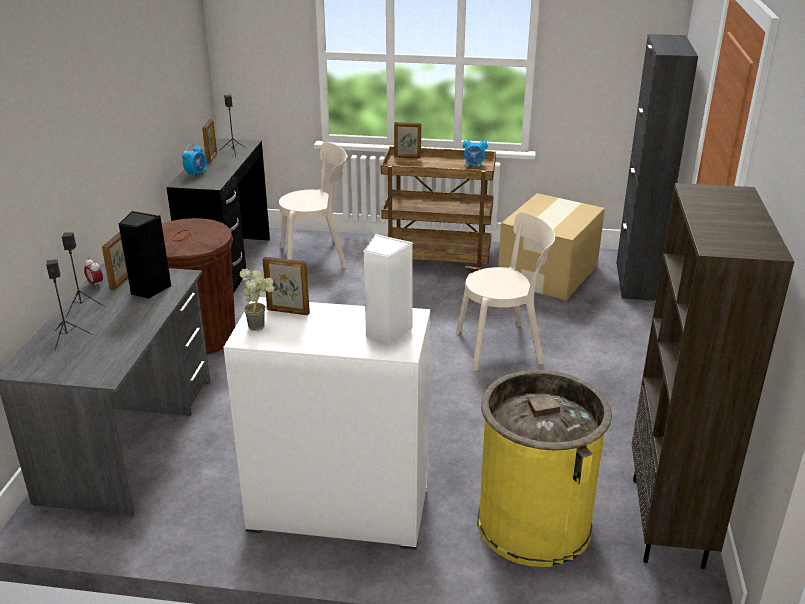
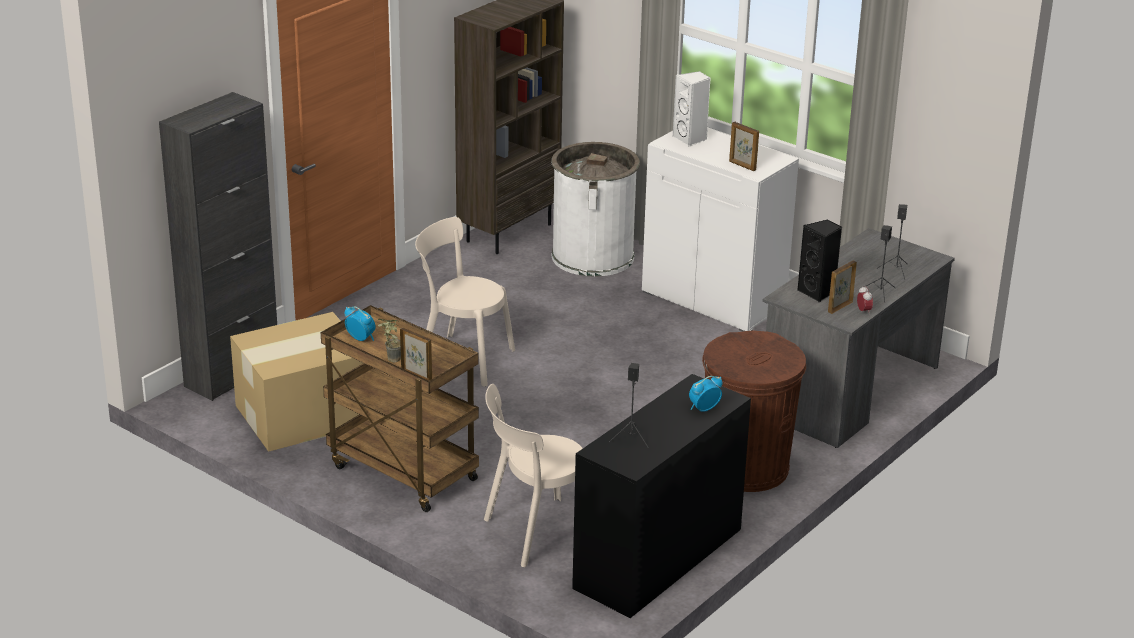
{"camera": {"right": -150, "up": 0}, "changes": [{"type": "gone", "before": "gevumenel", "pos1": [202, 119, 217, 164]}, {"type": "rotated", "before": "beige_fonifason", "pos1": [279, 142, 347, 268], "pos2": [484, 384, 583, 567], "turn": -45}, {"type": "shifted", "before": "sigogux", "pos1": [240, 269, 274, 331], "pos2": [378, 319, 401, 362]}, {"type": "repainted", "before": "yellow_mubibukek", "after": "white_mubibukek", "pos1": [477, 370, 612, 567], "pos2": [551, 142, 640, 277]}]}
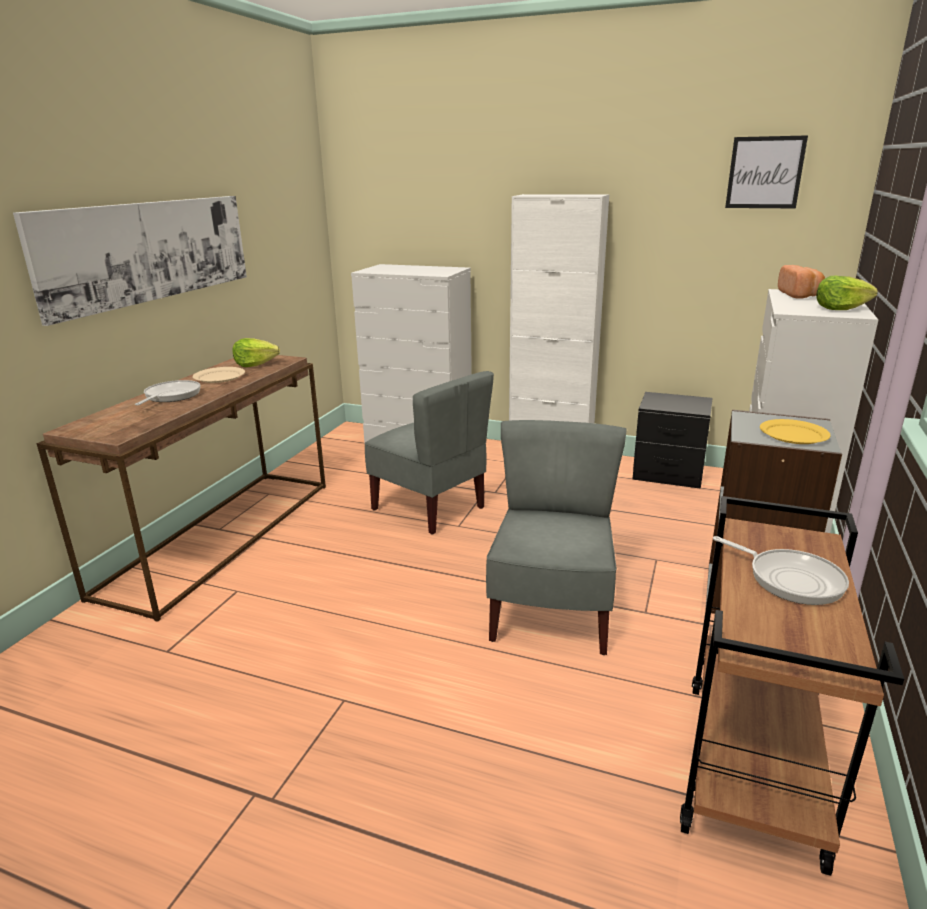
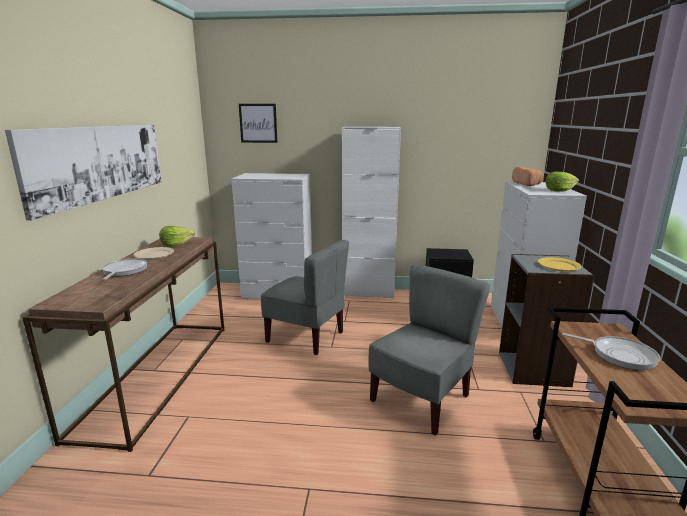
{"camera": {"right": -15, "up": -5}, "changes": [{"type": "shifted", "before": "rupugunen", "pos1": [725, 135, 808, 208], "pos2": [239, 104, 278, 143]}, {"type": "rotated", "before": "grey_fonifason", "pos1": [486, 420, 627, 655], "pos2": [368, 265, 491, 435], "turn": 45}]}
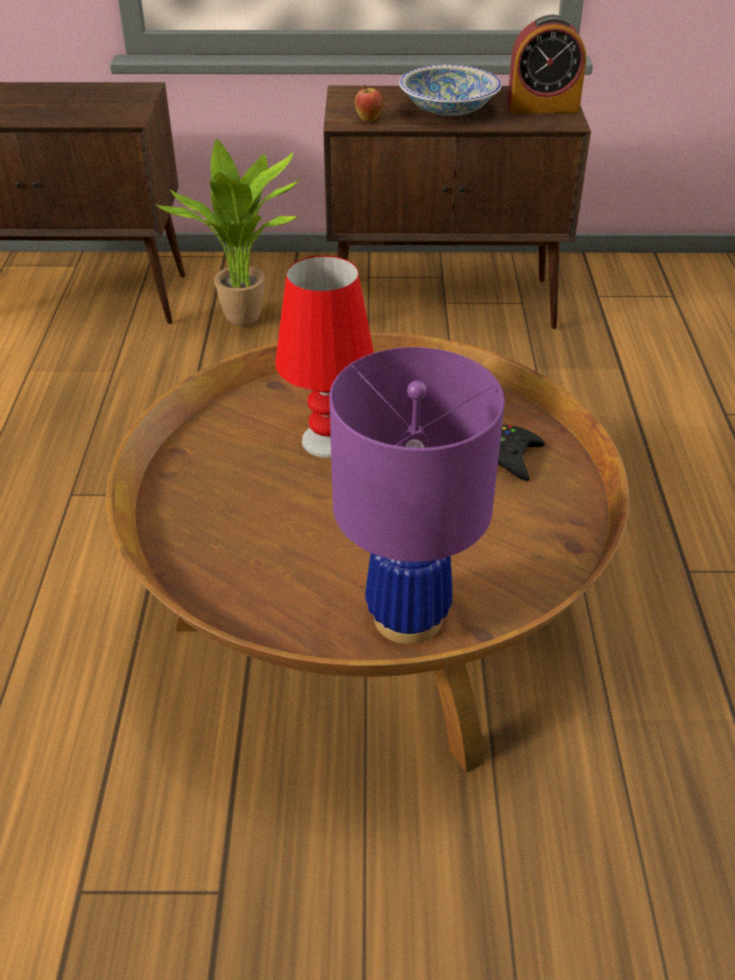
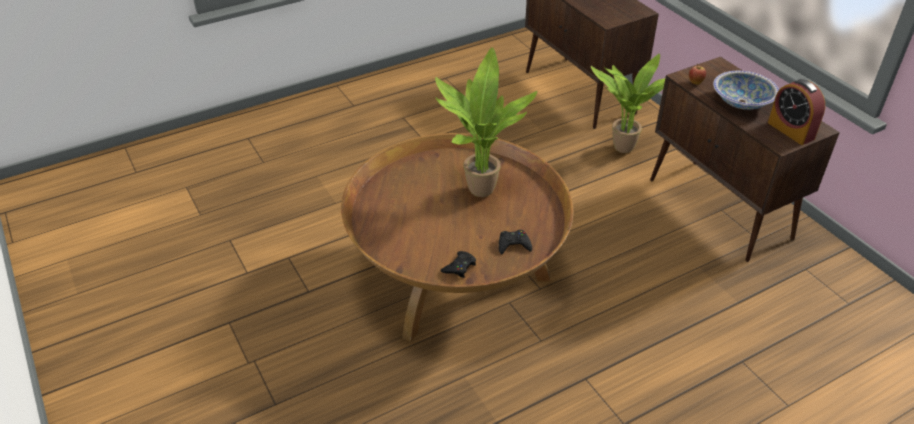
{"camera": {"right": 60, "up": 0}, "changes": [{"type": "swapped", "before": "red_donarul", "after": "sigogux", "pos1": [275, 255, 374, 458], "pos2": [435, 48, 538, 197]}, {"type": "gone", "before": "purple_donarul", "pos1": [329, 347, 505, 644]}, {"type": "new", "after": "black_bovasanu", "pos2": [440, 251, 476, 278]}]}
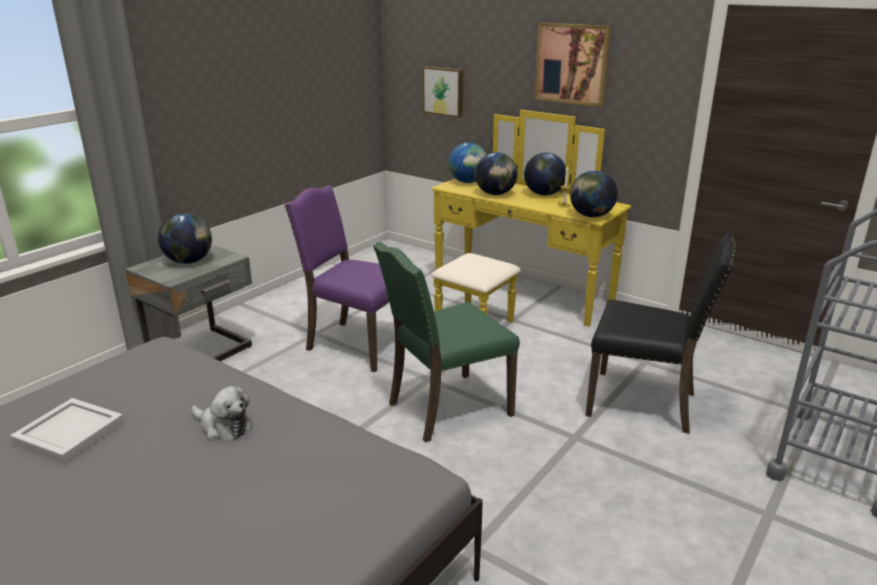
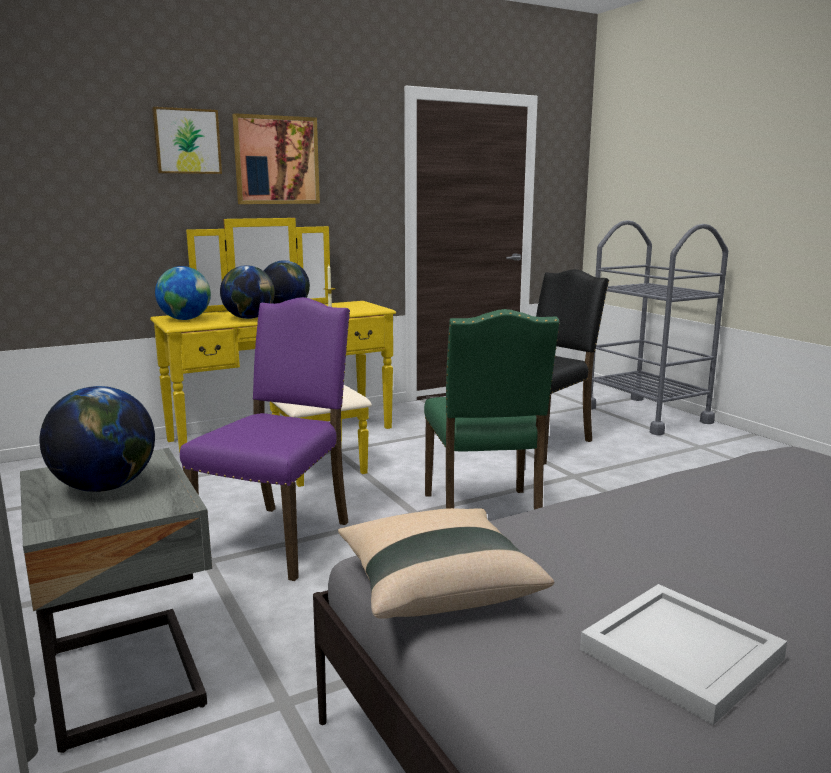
{"camera": {"right": -65, "up": -10}, "changes": [{"type": "shifted", "before": "rupugunen", "pos1": [423, 66, 463, 117], "pos2": [152, 107, 222, 174]}, {"type": "gone", "before": "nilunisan", "pos1": [570, 171, 618, 217]}, {"type": "rotated", "before": "purple_fonifason", "pos1": [285, 185, 389, 372], "pos2": [180, 297, 350, 581], "turn": 150}, {"type": "gone", "before": "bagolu", "pos1": [191, 386, 252, 441]}, {"type": "new", "after": "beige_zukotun", "pos2": [338, 508, 554, 619]}]}
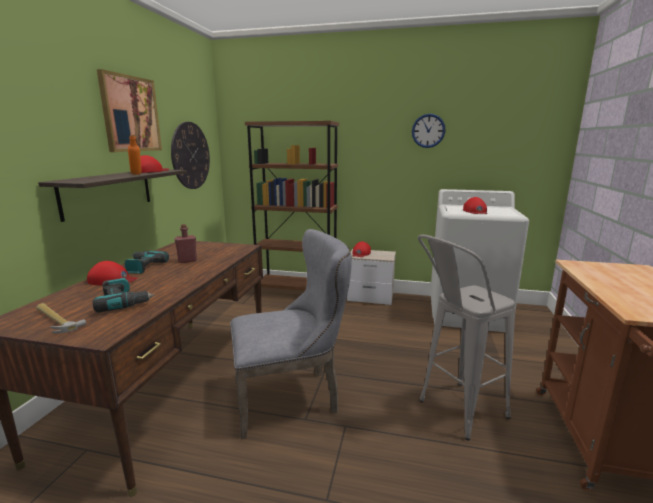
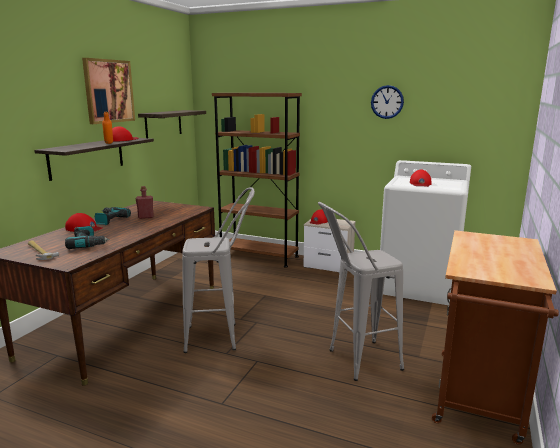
{"camera": {"right": 10, "up": 0}, "changes": [{"type": "swapped", "before": "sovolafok", "after": "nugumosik", "pos1": [171, 122, 210, 189], "pos2": [138, 110, 206, 138]}, {"type": "swapped", "before": "grey_fonifason", "after": "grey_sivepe", "pos1": [230, 229, 352, 439], "pos2": [182, 187, 255, 353]}]}
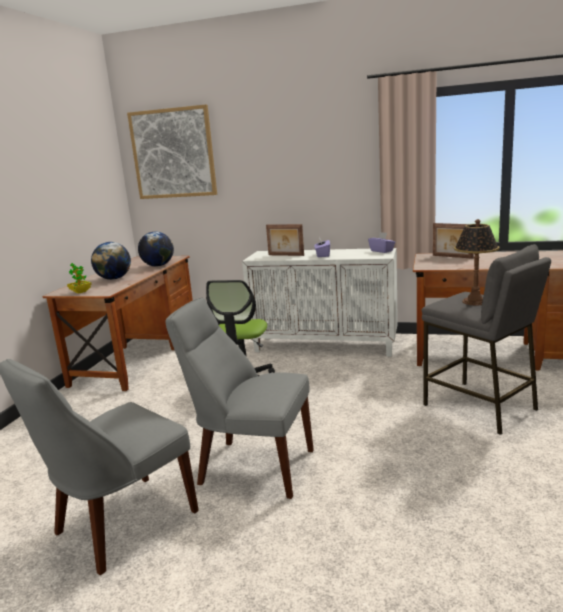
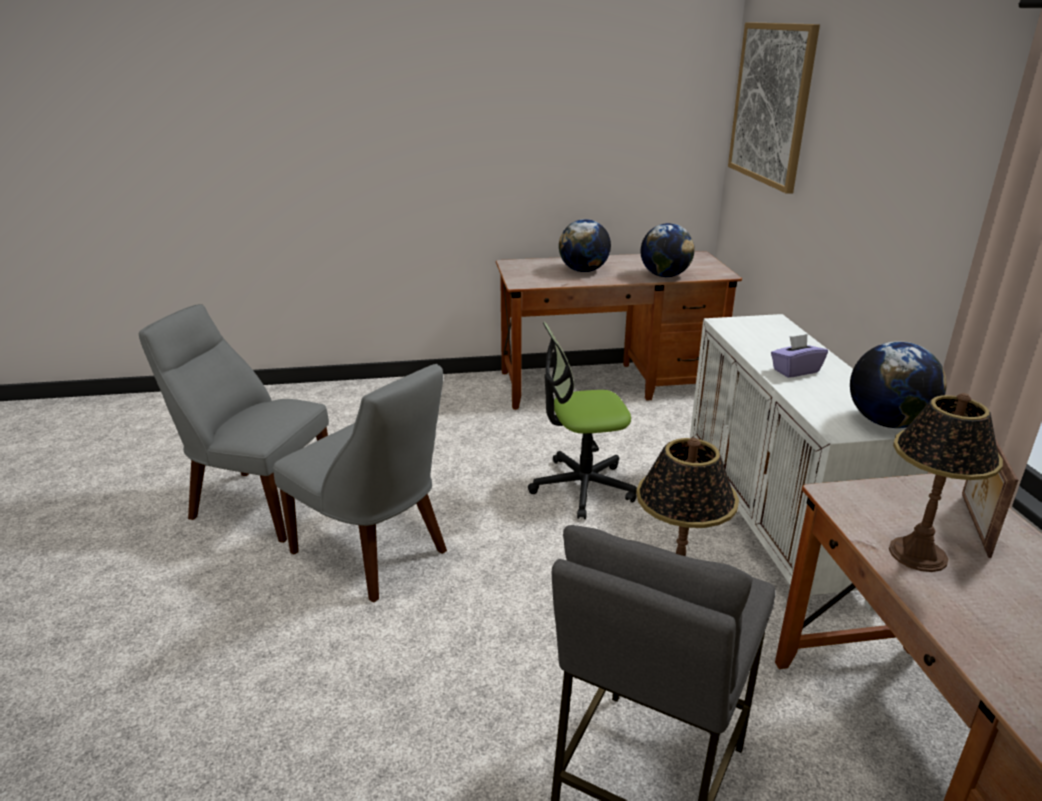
{"camera": {"right": 65, "up": 10}, "changes": [{"type": "gone", "before": "gevumenel", "pos1": [266, 224, 304, 256]}, {"type": "swapped", "before": "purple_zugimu", "after": "nilunisan", "pos1": [368, 232, 395, 253], "pos2": [850, 341, 946, 428]}, {"type": "gone", "before": "sigogux", "pos1": [67, 263, 92, 294]}, {"type": "rotated", "before": "grey_fonifason", "pos1": [165, 298, 314, 499], "pos2": [273, 364, 447, 602], "turn": 135}, {"type": "new", "after": "donarul", "pos2": [889, 393, 1003, 572]}]}
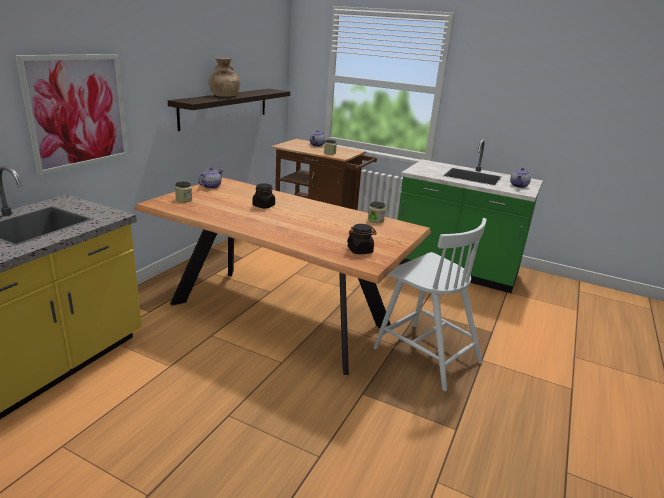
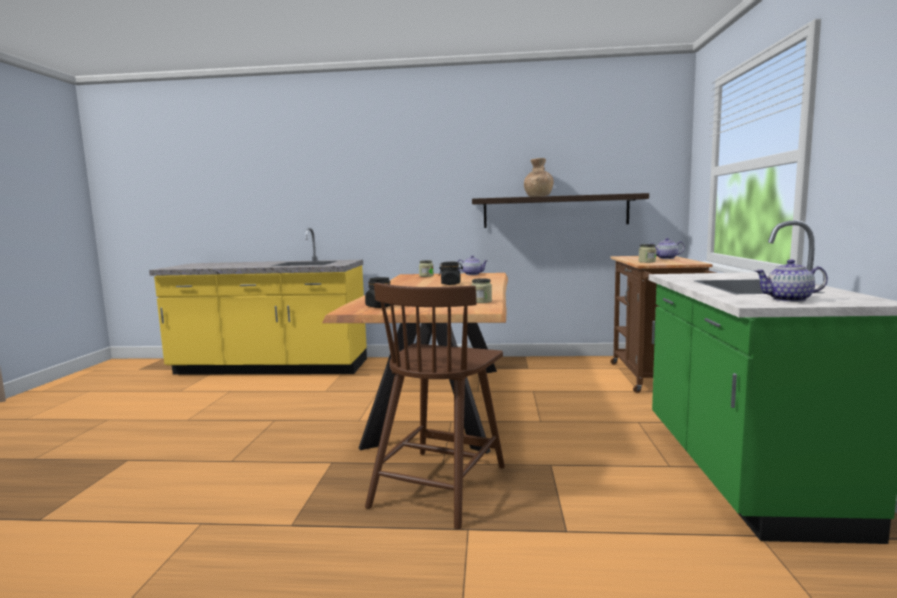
{"camera": {"right": 70, "up": -15}, "changes": [{"type": "gone", "before": "rupugunen", "pos1": [15, 54, 128, 176]}, {"type": "repainted", "before": "white_fonifason", "after": "brown_fonifason", "pos1": [373, 218, 486, 391], "pos2": [365, 283, 505, 529]}]}
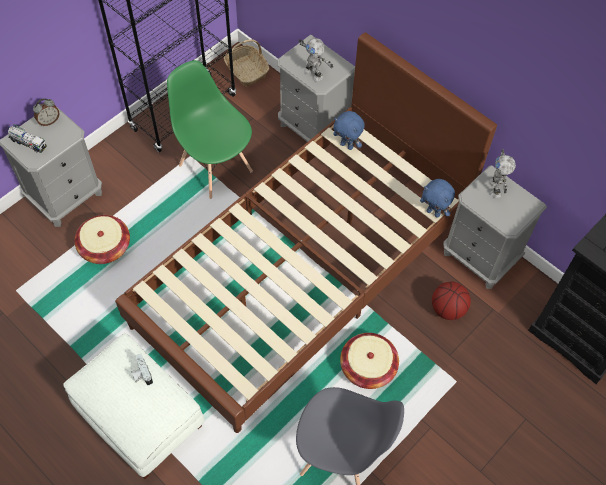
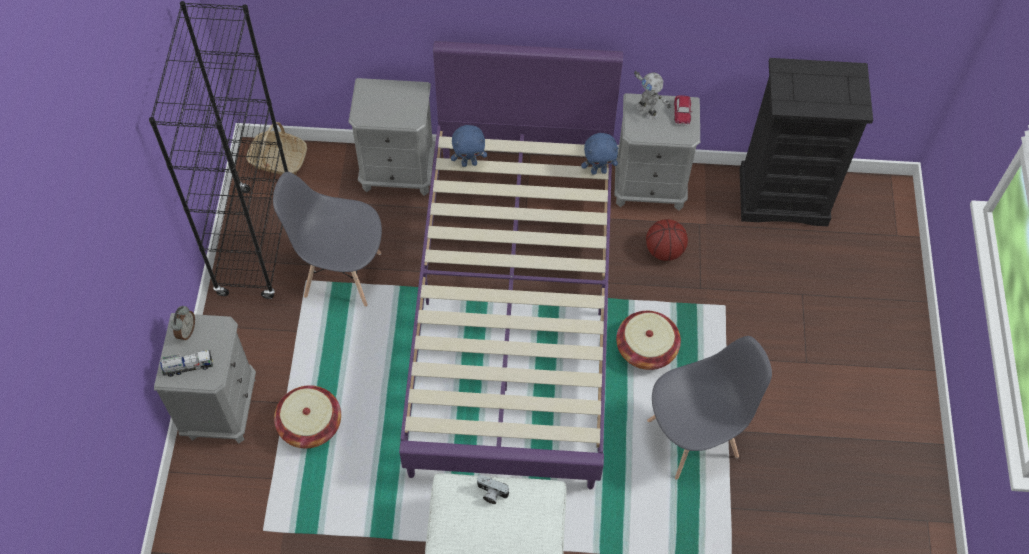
{"camera": {"right": -40, "up": 0}, "changes": [{"type": "repainted", "before": "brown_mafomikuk", "after": "purple_mafomikuk", "pos1": [115, 32, 497, 433], "pos2": [399, 41, 623, 490]}, {"type": "gone", "before": "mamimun", "pos1": [298, 38, 333, 81]}, {"type": "repainted", "before": "green_fonifason", "after": "grey_fonifason", "pos1": [167, 60, 253, 199], "pos2": [273, 172, 382, 307]}, {"type": "new", "after": "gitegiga", "pos2": [674, 95, 692, 125]}]}
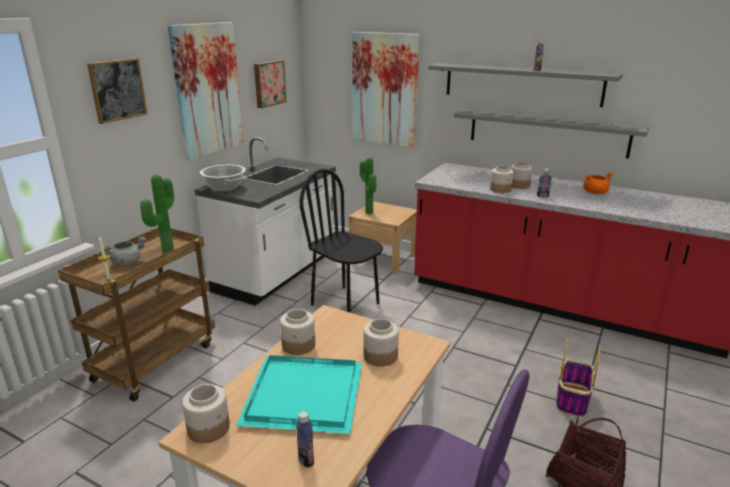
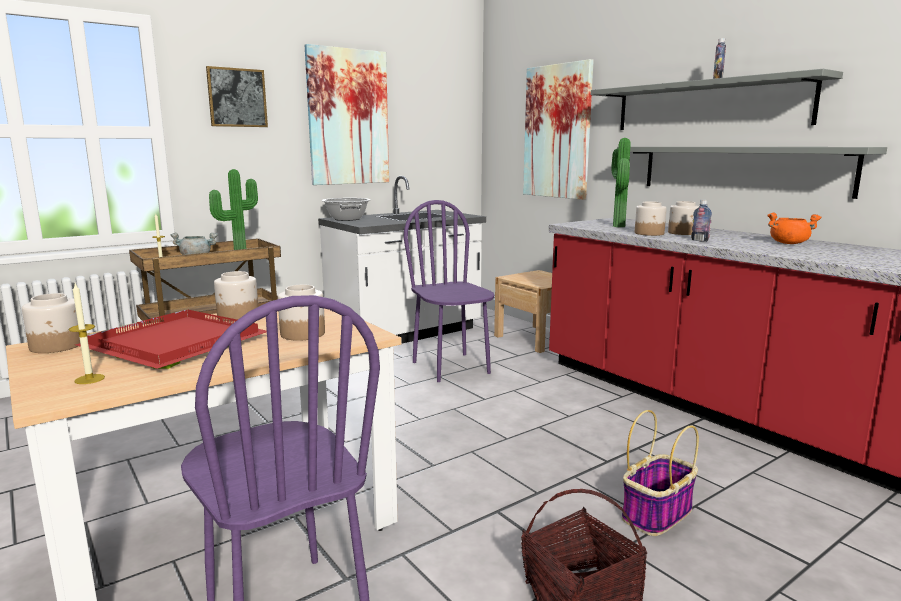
{"camera": {"right": 25, "up": -10}, "changes": [{"type": "gone", "before": "rupugunen", "pos1": [254, 60, 286, 108]}, {"type": "shifted", "before": "sigogux", "pos1": [360, 158, 376, 214], "pos2": [611, 138, 631, 227]}, {"type": "repainted", "before": "black_fonifason", "after": "purple_fonifason", "pos1": [300, 169, 383, 313], "pos2": [404, 200, 494, 382]}, {"type": "repainted", "before": "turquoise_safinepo", "after": "red_safinepo", "pos1": [236, 355, 362, 434], "pos2": [76, 309, 267, 369]}, {"type": "swapped", "before": "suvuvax", "after": "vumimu", "pos1": [296, 411, 314, 468], "pos2": [68, 284, 105, 384]}]}
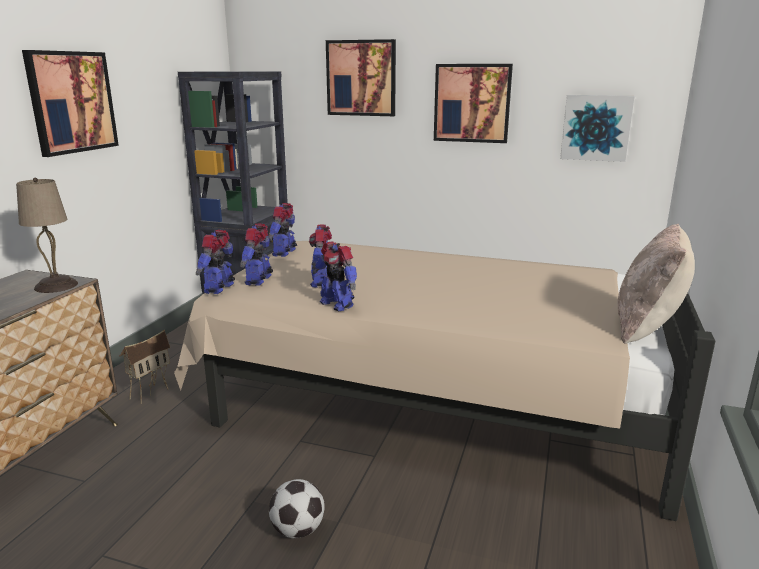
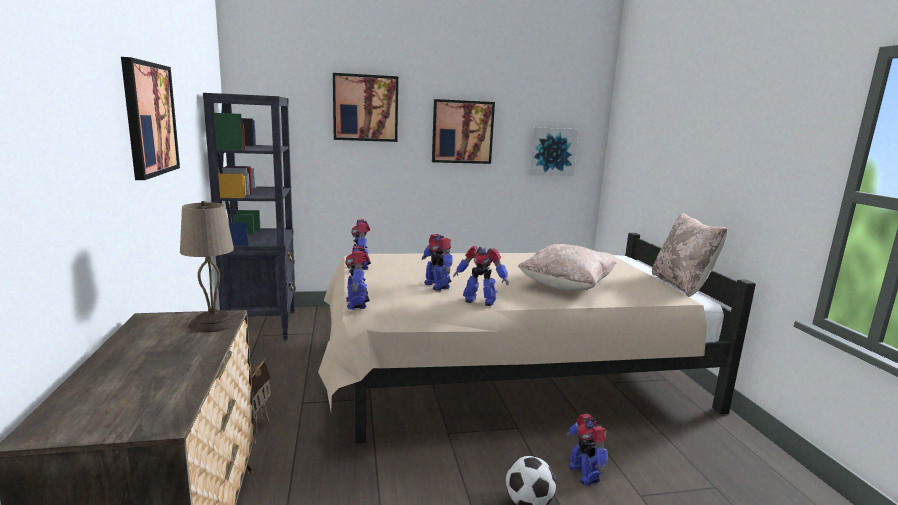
{"camera": {"right": -30, "up": -5}, "changes": [{"type": "shifted", "before": "mamimun", "pos1": [240, 224, 273, 286], "pos2": [566, 414, 607, 486]}, {"type": "new", "after": "beige_zukotun", "pos2": [518, 244, 617, 291]}]}
